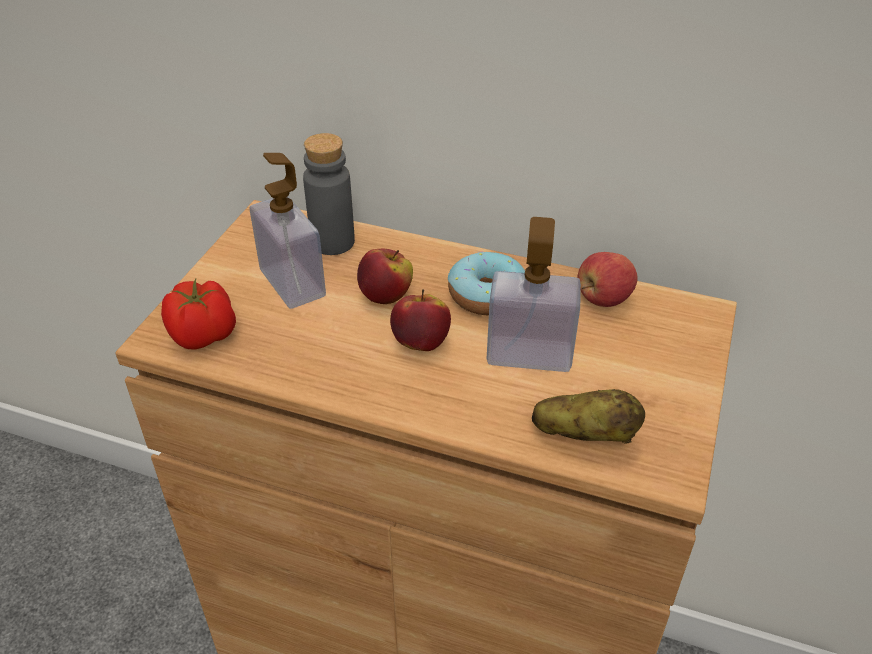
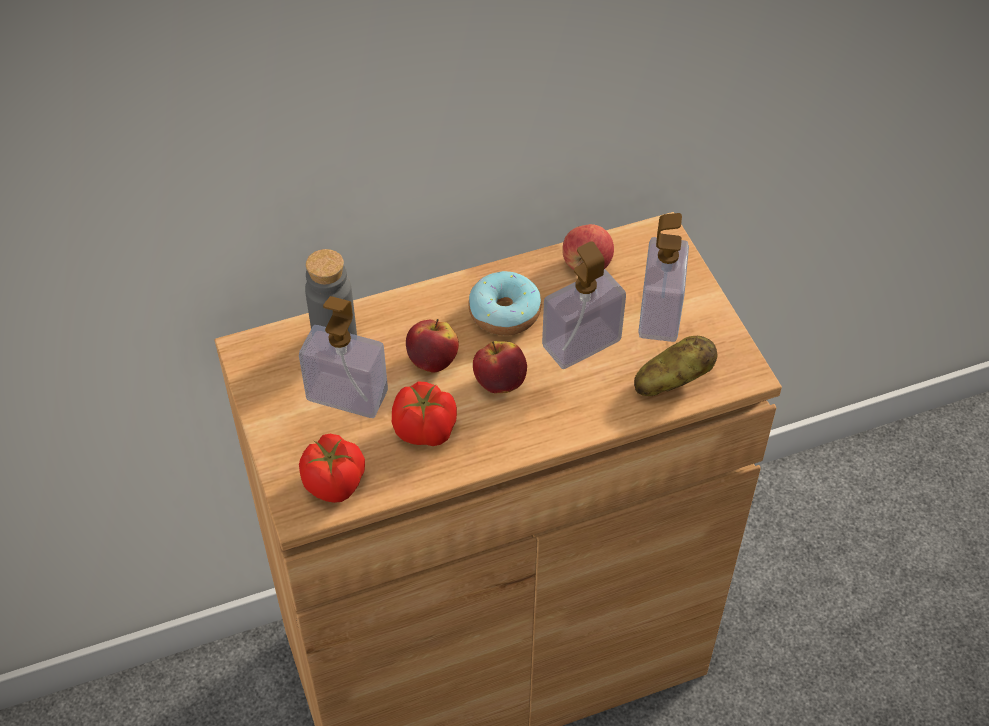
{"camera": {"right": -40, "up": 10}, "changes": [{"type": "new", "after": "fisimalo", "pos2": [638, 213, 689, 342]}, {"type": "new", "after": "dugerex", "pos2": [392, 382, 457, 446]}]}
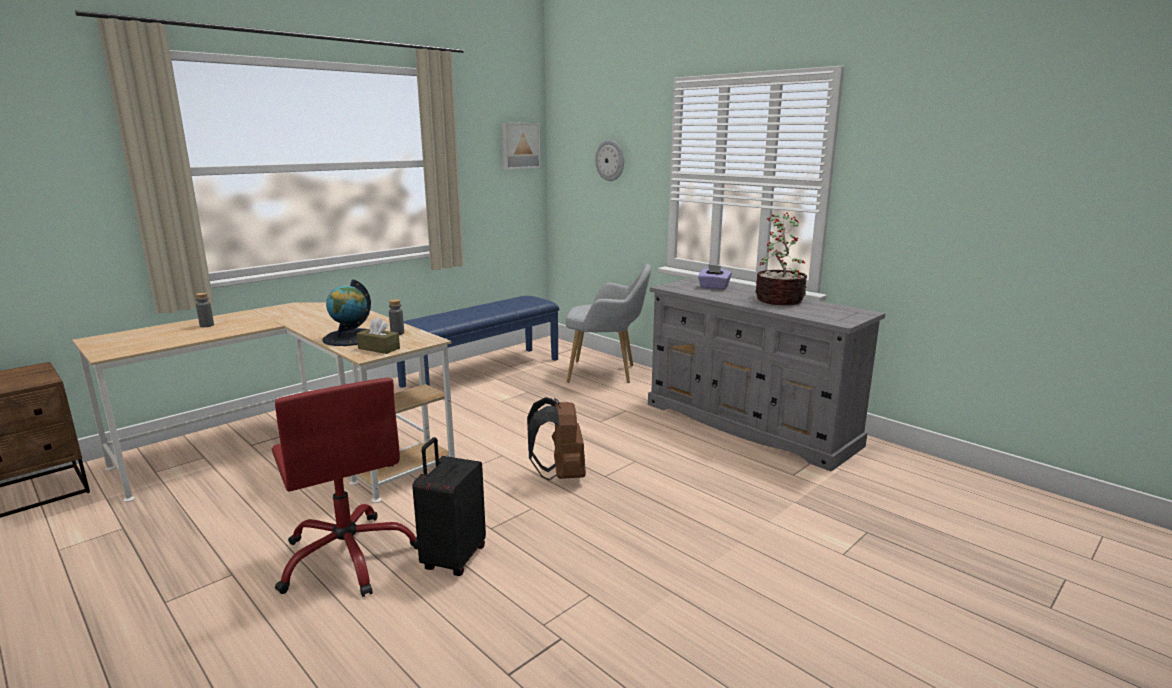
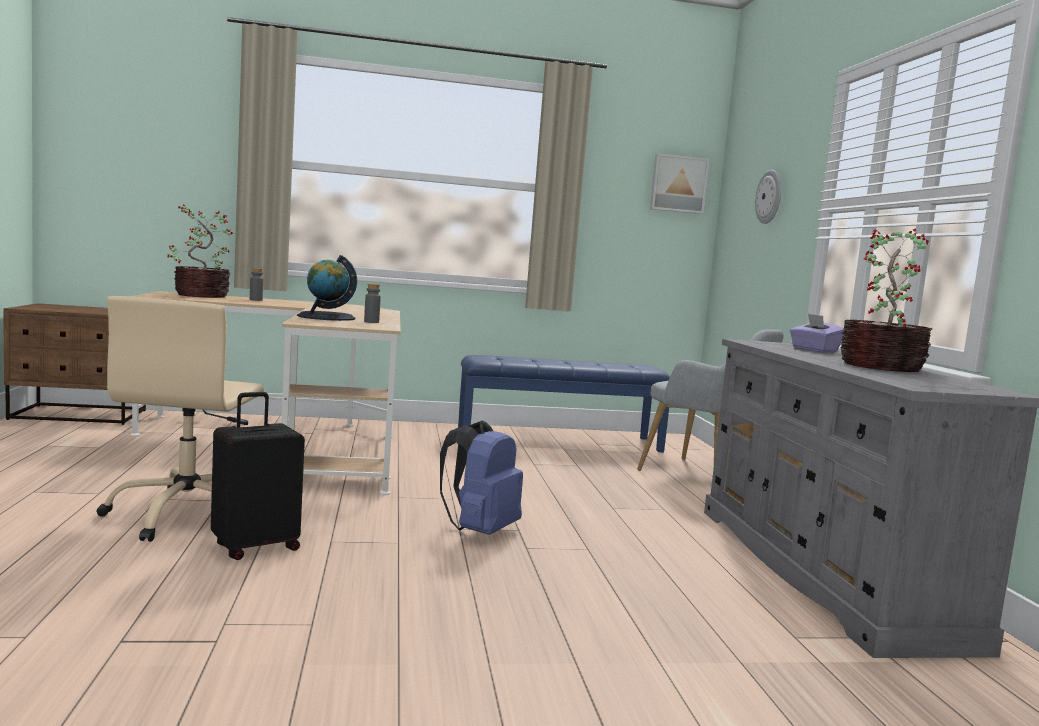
{"camera": {"right": 35, "up": -10}, "changes": [{"type": "gone", "before": "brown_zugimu", "pos1": [357, 317, 400, 354]}, {"type": "repainted", "before": "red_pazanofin", "after": "beige_pazanofin", "pos1": [272, 377, 418, 597], "pos2": [97, 296, 264, 542]}, {"type": "repainted", "before": "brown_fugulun", "after": "blue_fugulun", "pos1": [527, 397, 586, 481], "pos2": [440, 420, 523, 535]}, {"type": "new", "after": "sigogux", "pos2": [167, 205, 235, 298]}]}
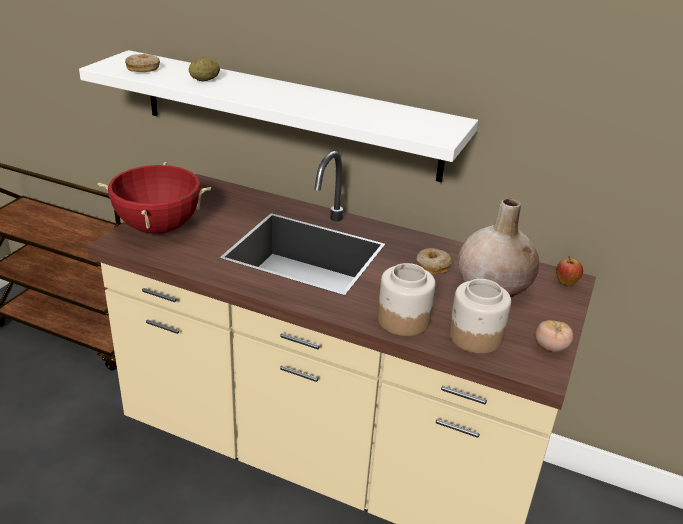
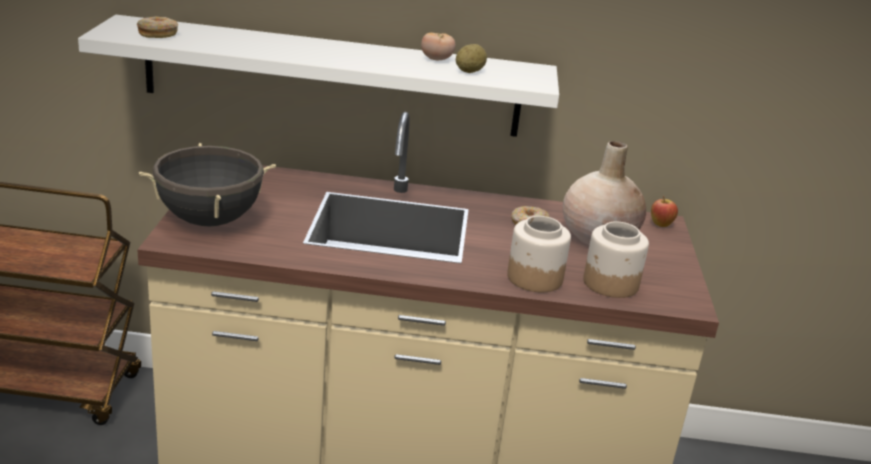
{"camera": {"right": -20, "up": -5}, "changes": [{"type": "shifted", "before": "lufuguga", "pos1": [189, 57, 220, 82], "pos2": [456, 44, 487, 73]}, {"type": "repainted", "before": "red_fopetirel", "after": "black_fopetirel", "pos1": [98, 162, 211, 234], "pos2": [139, 143, 276, 226]}, {"type": "shifted", "before": "dugerex", "pos1": [535, 320, 573, 352], "pos2": [421, 32, 455, 60]}]}
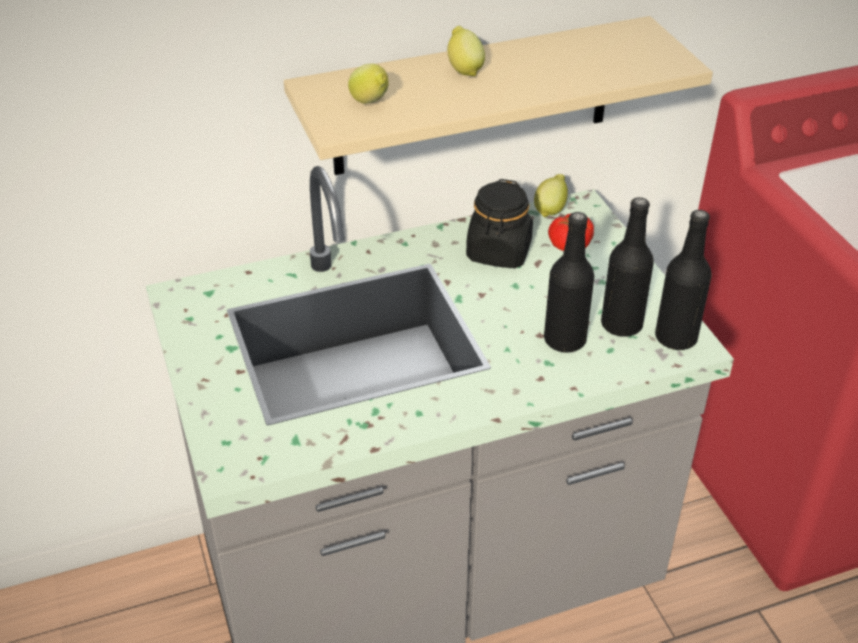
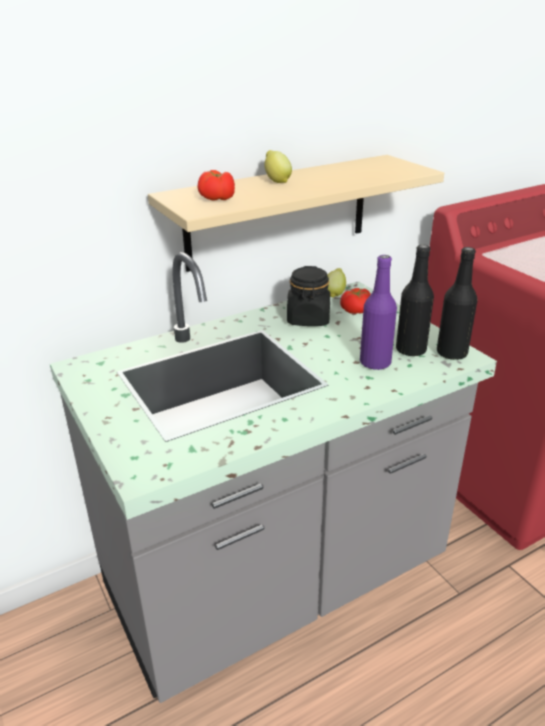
{"camera": {"right": -10, "up": -10}, "changes": [{"type": "swapped", "before": "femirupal", "after": "dugerex", "pos1": [348, 64, 389, 104], "pos2": [198, 170, 235, 201]}, {"type": "repainted", "before": "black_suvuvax", "after": "purple_suvuvax", "pos1": [544, 212, 594, 353], "pos2": [360, 255, 397, 370]}]}
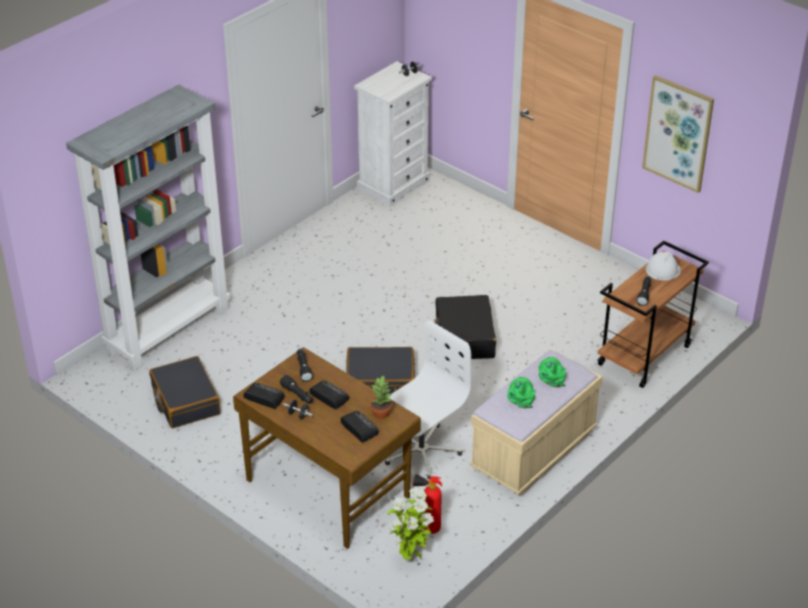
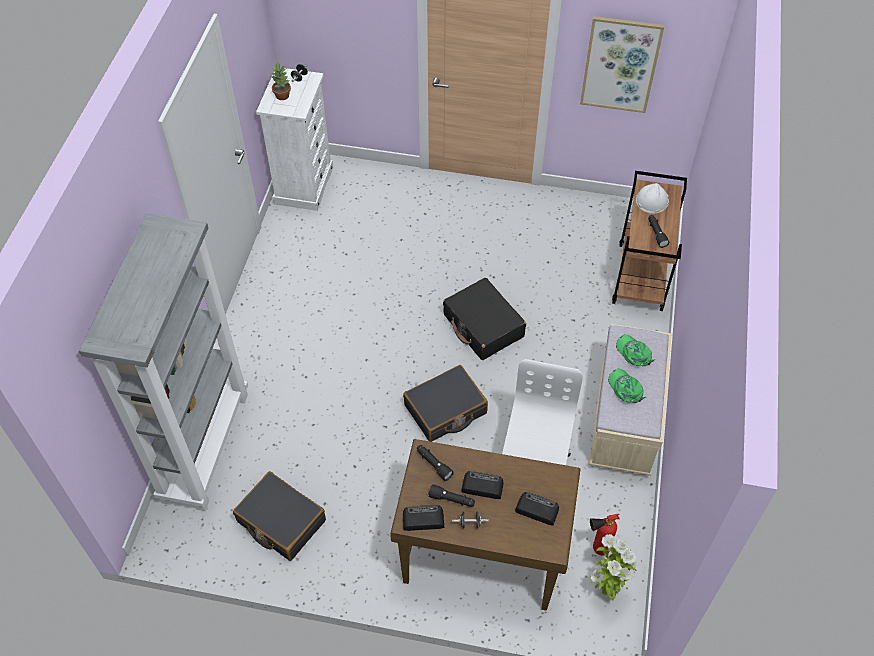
{"camera": {"right": -30, "up": 15}, "changes": [{"type": "shifted", "before": "sigogux", "pos1": [370, 375, 392, 419], "pos2": [271, 61, 291, 100]}]}
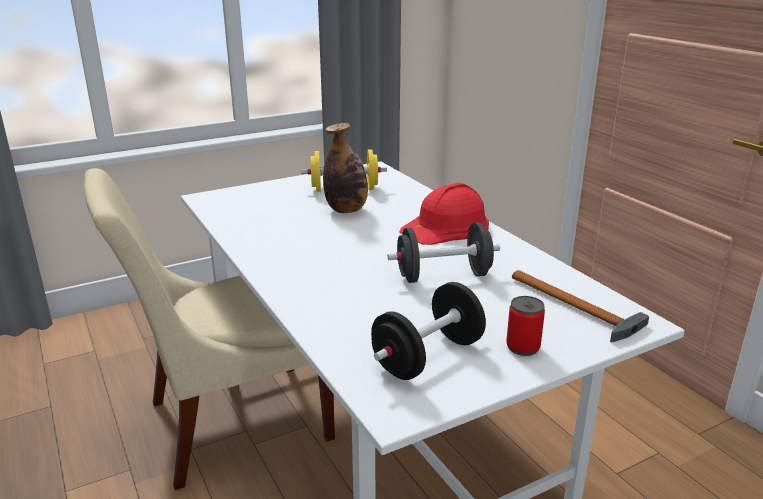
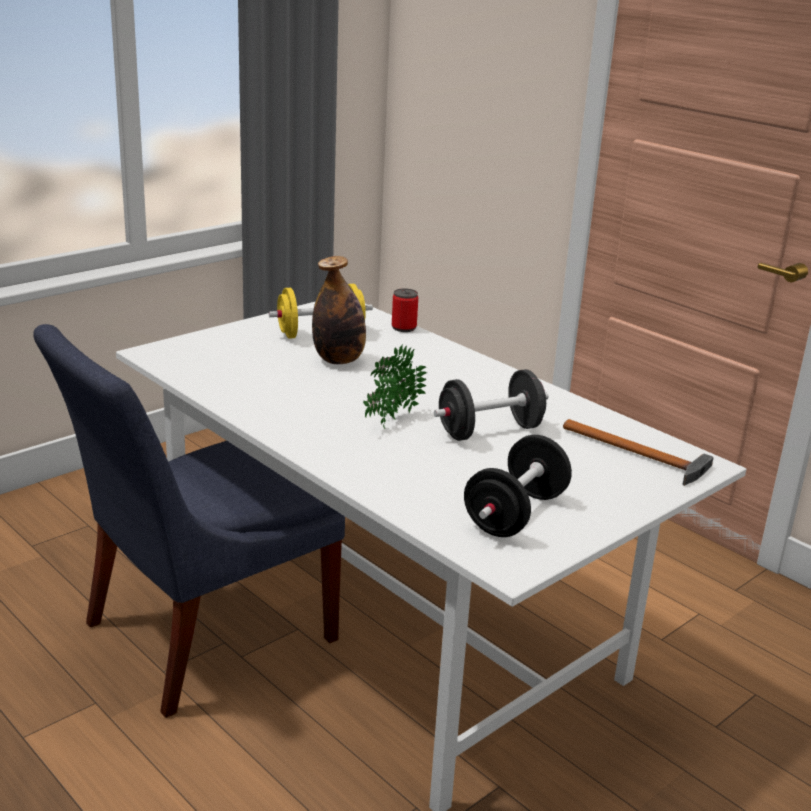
{"camera": {"right": -15, "up": 0}, "changes": [{"type": "repainted", "before": "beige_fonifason", "after": "blue_fonifason", "pos1": [84, 168, 335, 490], "pos2": [33, 324, 345, 718]}, {"type": "gone", "before": "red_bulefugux", "pos1": [399, 183, 489, 245]}, {"type": "shifted", "before": "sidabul", "pos1": [506, 296, 545, 356], "pos2": [392, 289, 418, 332]}, {"type": "new", "after": "sigogux", "pos2": [363, 344, 427, 428]}]}
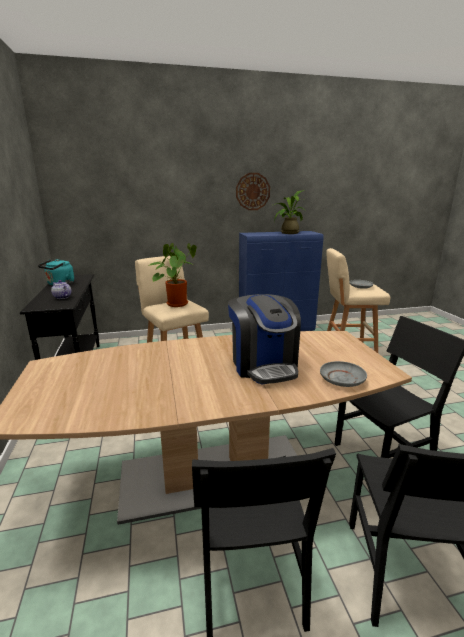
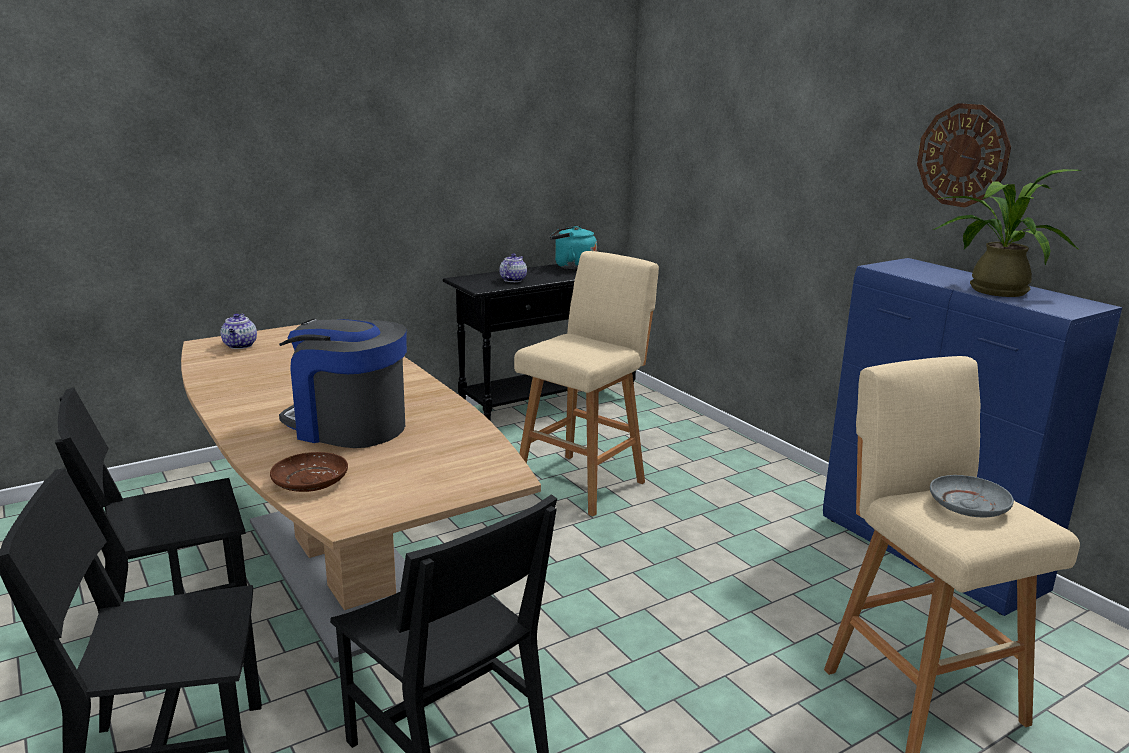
{"camera": {"right": 70, "up": 0}, "changes": [{"type": "gone", "before": "sigogux", "pos1": [148, 243, 197, 307]}, {"type": "rotated", "before": "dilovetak", "pos1": [228, 294, 301, 384], "pos2": [279, 319, 407, 448], "turn": 60}, {"type": "repainted", "before": "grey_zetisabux", "after": "brown_zetisabux", "pos1": [320, 361, 367, 387], "pos2": [270, 452, 348, 492]}, {"type": "new", "after": "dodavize", "pos2": [221, 313, 257, 349]}]}
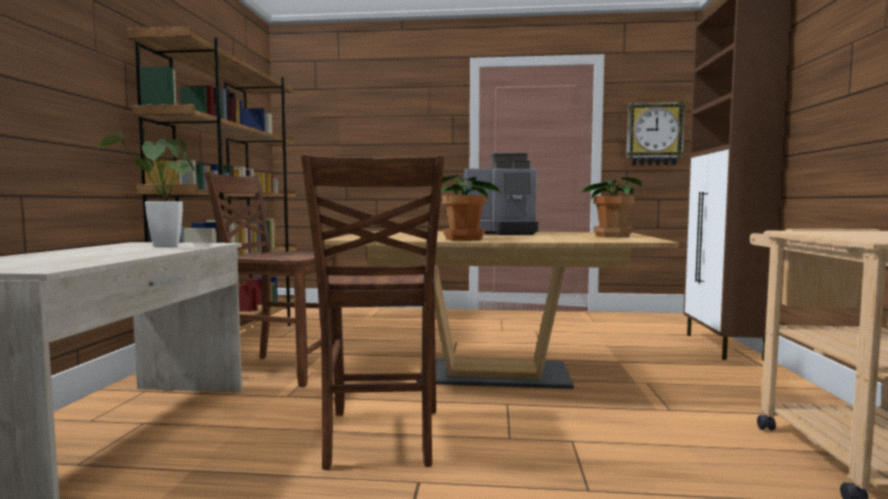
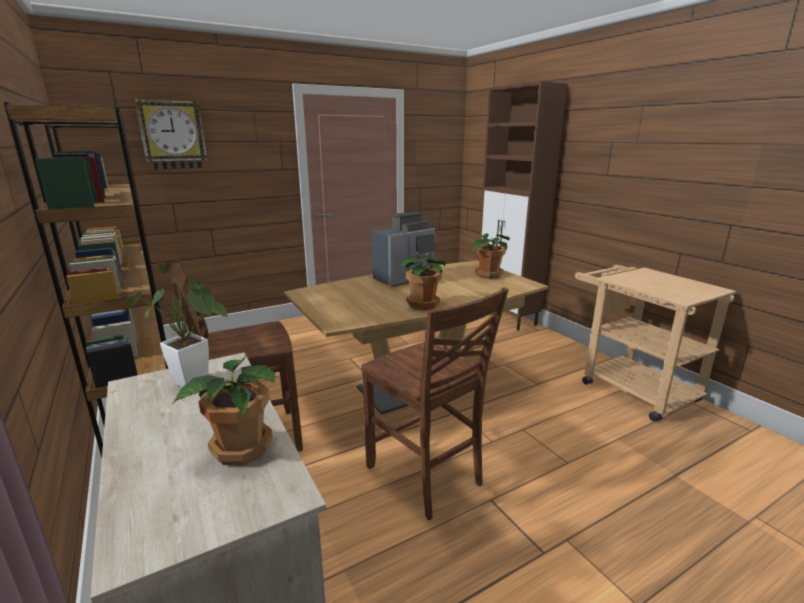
{"camera": {"right": -35, "up": 15}, "changes": [{"type": "shifted", "before": "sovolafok", "pos1": [626, 102, 686, 165], "pos2": [135, 99, 207, 169]}, {"type": "new", "after": "sigogux", "pos2": [173, 355, 275, 465]}]}
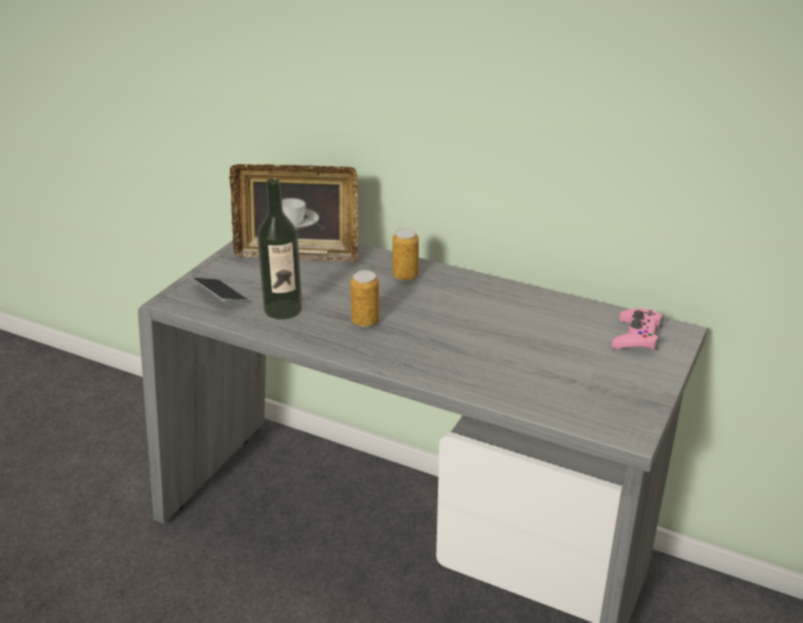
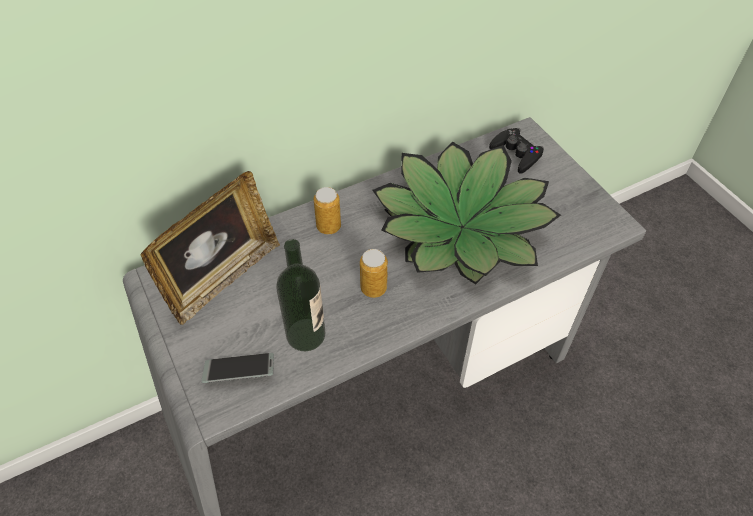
{"camera": {"right": -55, "up": 20}, "changes": [{"type": "repainted", "before": "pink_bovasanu", "after": "black_bovasanu", "pos1": [612, 308, 664, 350], "pos2": [489, 128, 544, 174]}, {"type": "new", "after": "sigogux", "pos2": [373, 142, 561, 284]}]}
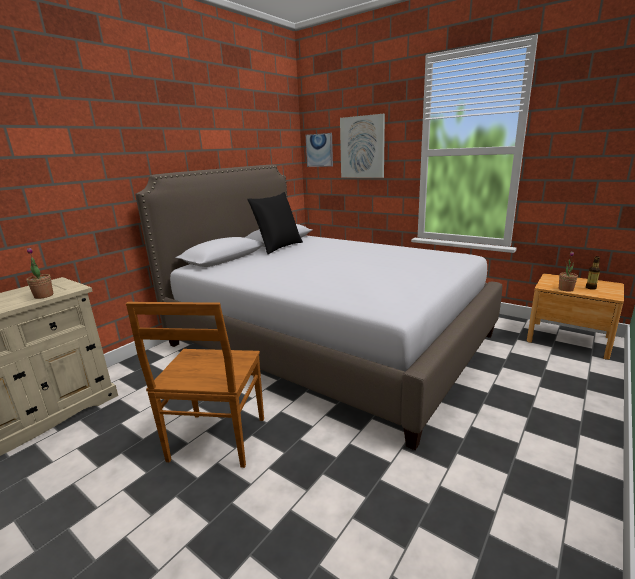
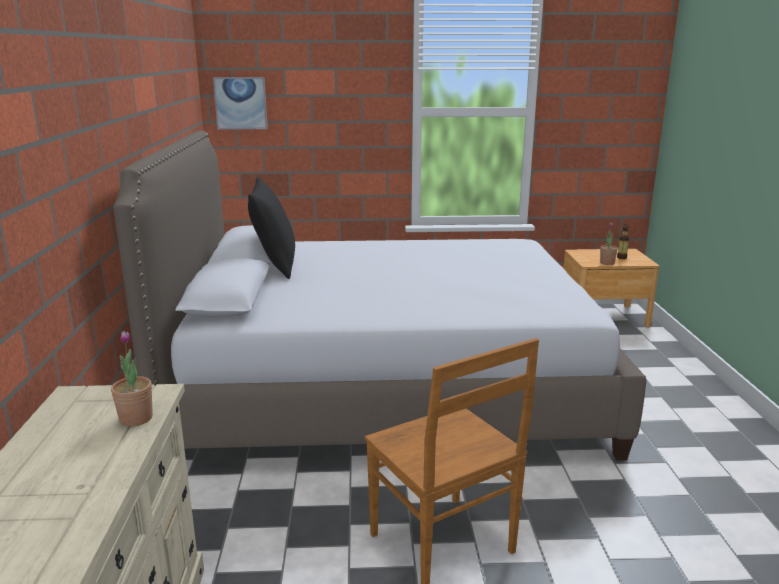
{"camera": {"right": -40, "up": 0}, "changes": [{"type": "gone", "before": "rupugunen", "pos1": [340, 114, 385, 178]}]}
